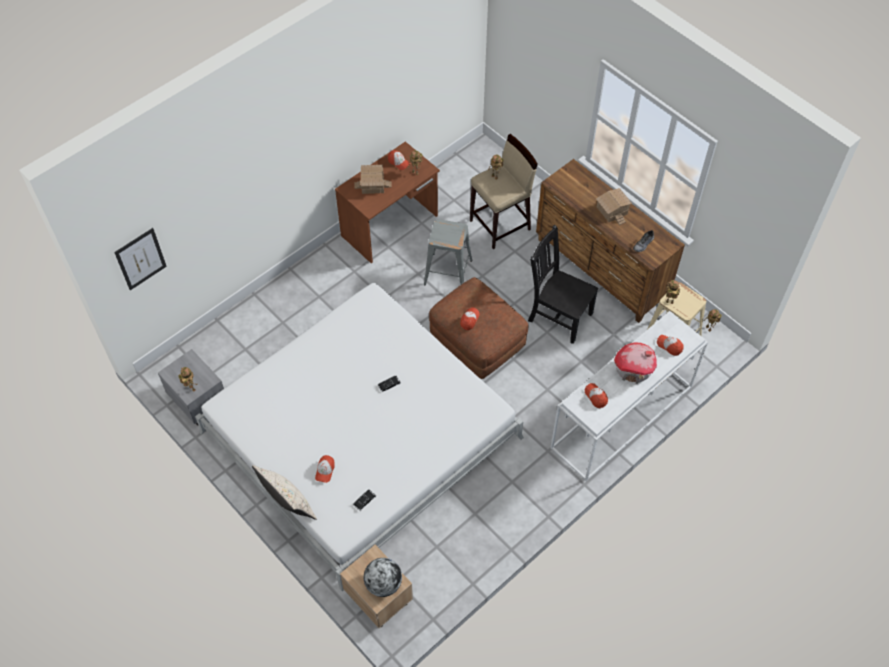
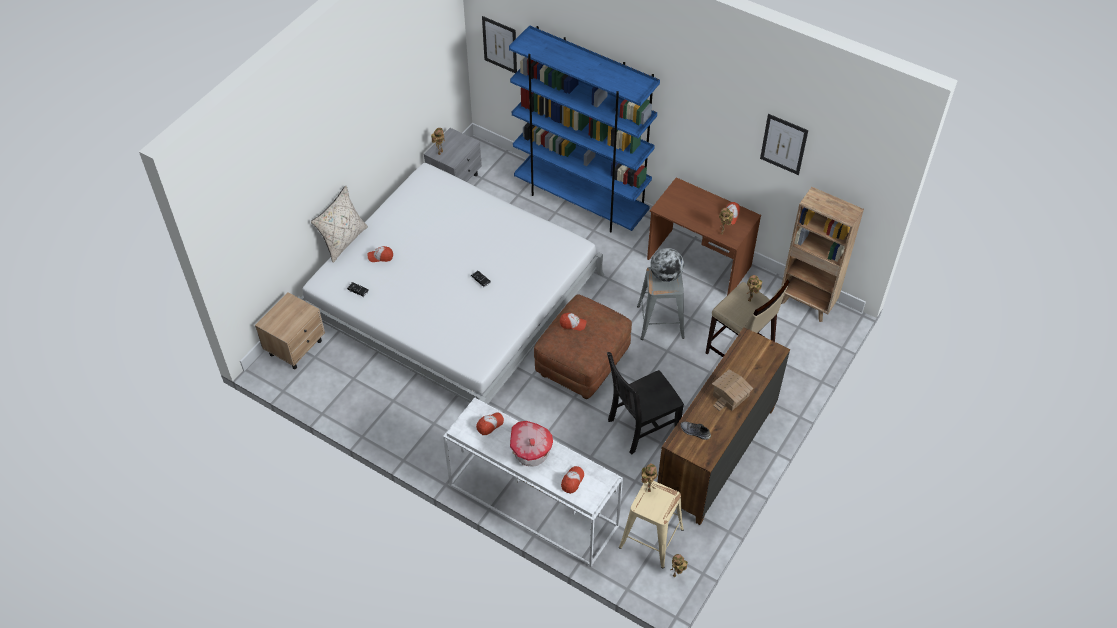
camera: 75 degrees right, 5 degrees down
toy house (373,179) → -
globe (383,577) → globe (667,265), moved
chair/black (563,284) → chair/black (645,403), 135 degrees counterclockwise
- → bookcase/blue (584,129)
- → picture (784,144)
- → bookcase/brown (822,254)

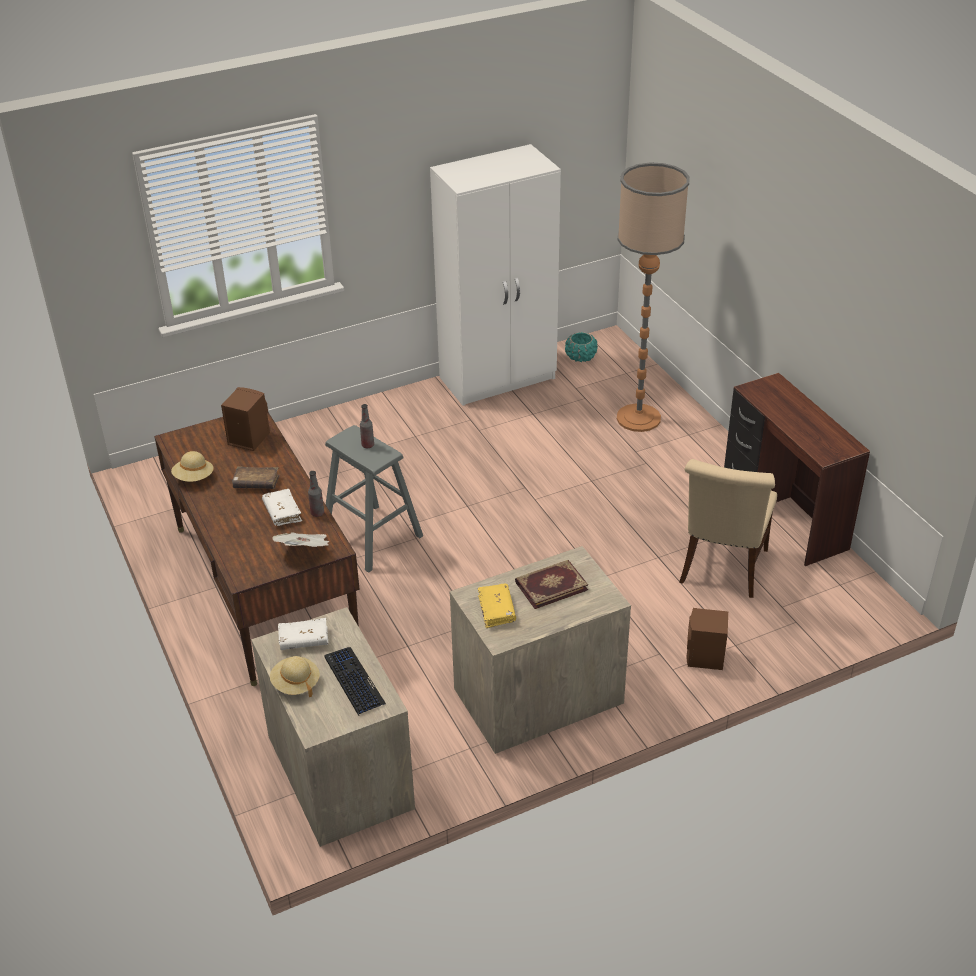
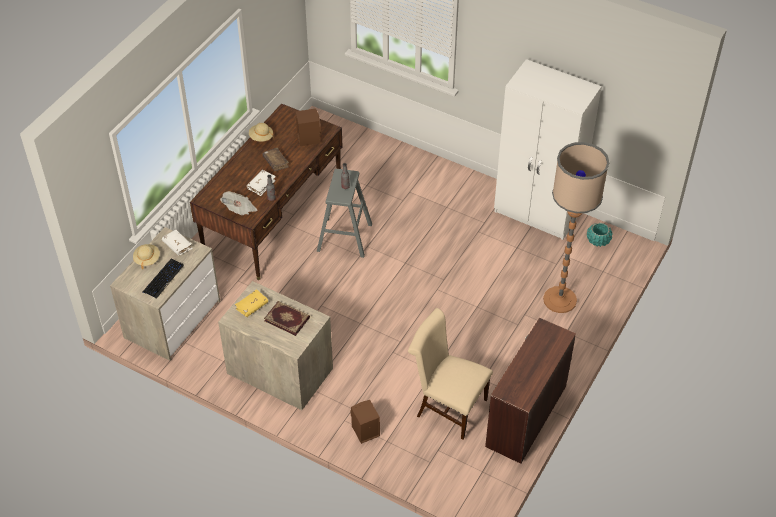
camera: 55 degrees right, 10 degrees up
chair/beige (728,528) → chair/beige (450,374), 45 degrees clockwise

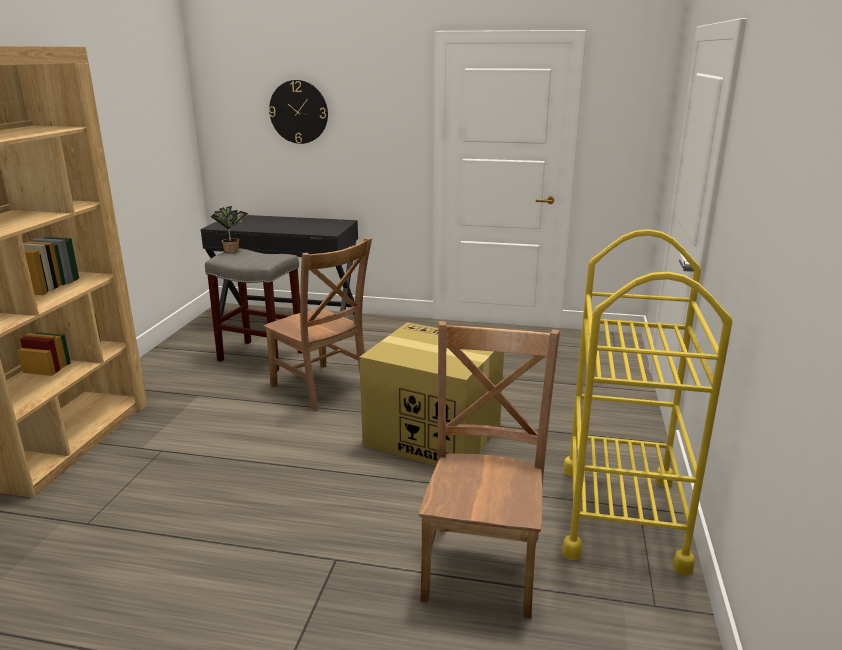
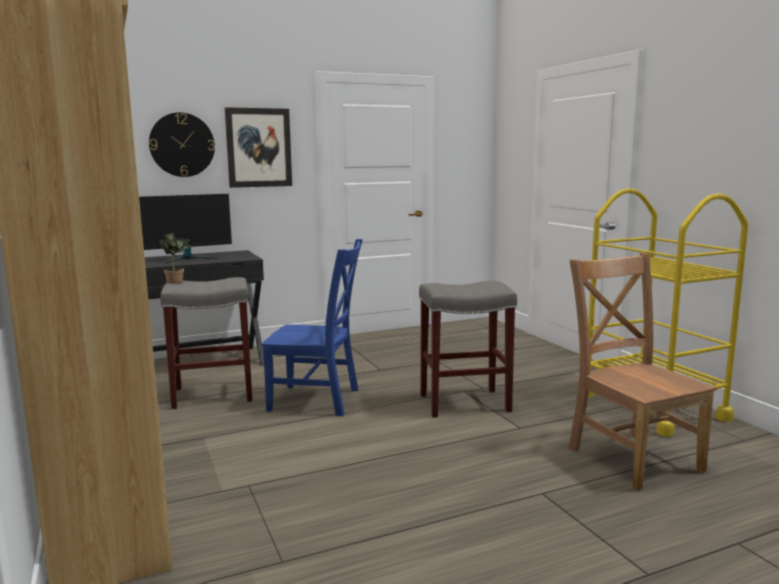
camera: 35 degrees left, 10 degrees down
chair/brown (318,324) → chair/blue (312,327)
cardboard box (431,394) → stool/grey (468,349)
- → monitor (185,228)
- → picture (258,147)

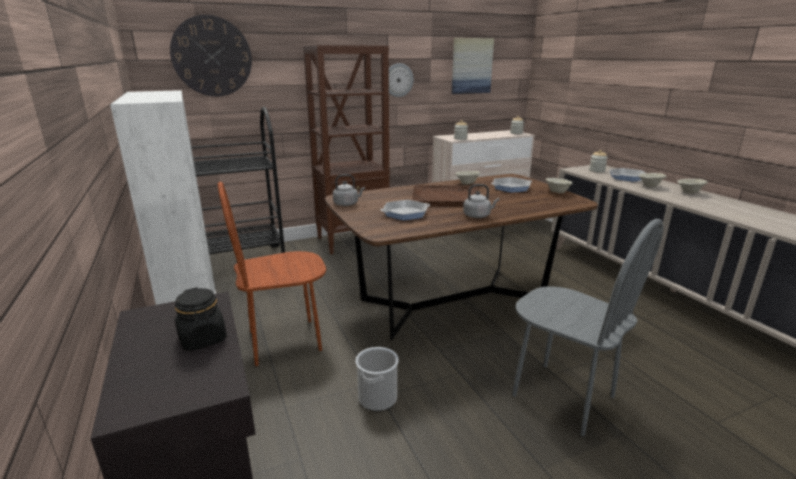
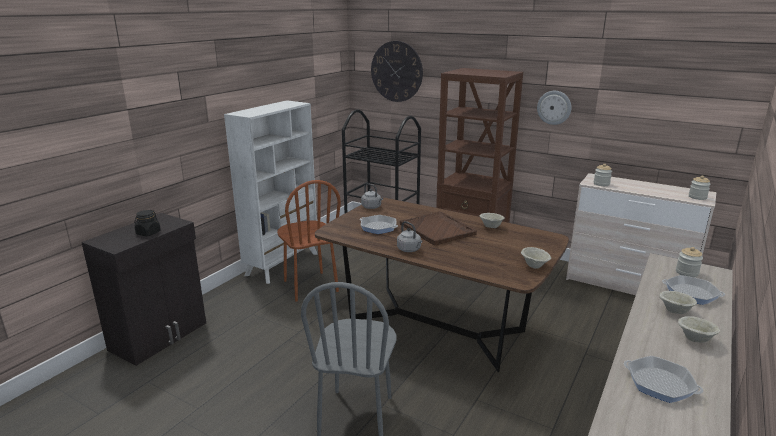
camera: 55 degrees right, 0 degrees up
chair/brown (272,274) → chair/brown (309,241), 150 degrees counterclockwise
bucket (377,379) → -
picture (473,66) → -
frying pan (511,185) → frying pan (663,379), moved

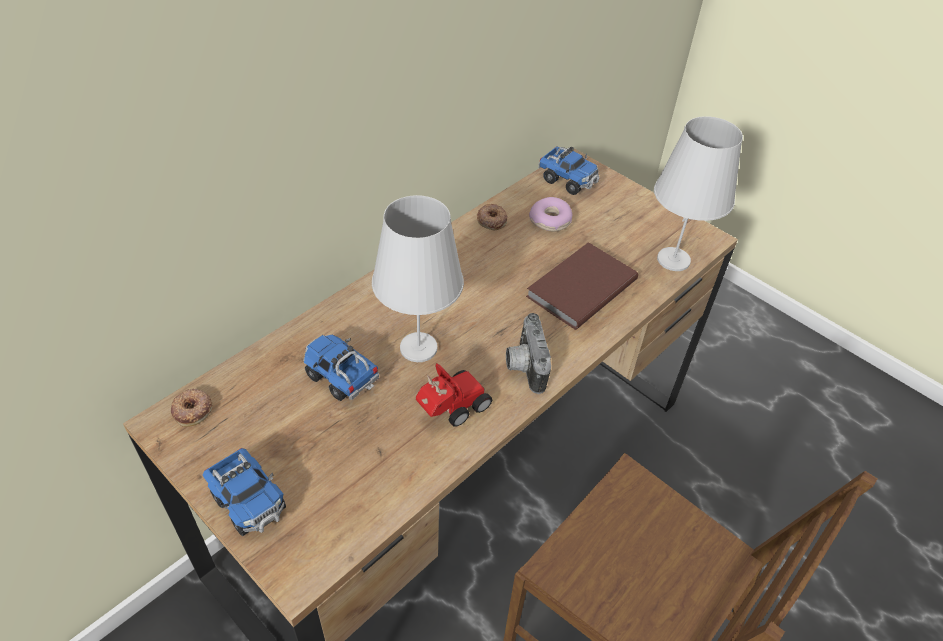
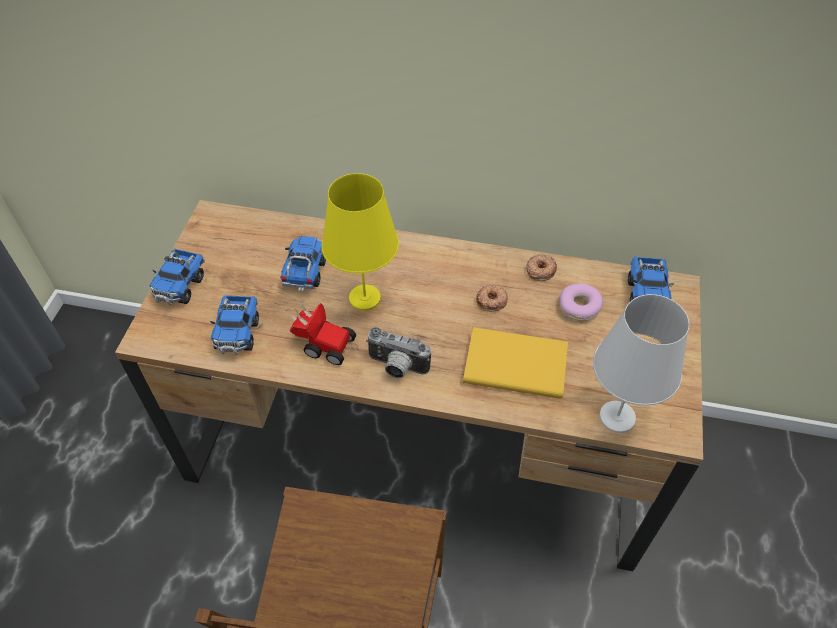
camera: 60 degrees right, 5 degrees up
donut (191,408) → donut (492,298), moved
table lamp/white (418,278) → table lamp/yellow (360,242)
photo camera (528,353) → photo camera (398,353), 120 degrees counterclockwise
book/brown (582,286) → book/yellow (515,363)
- → toy truck (234,325)

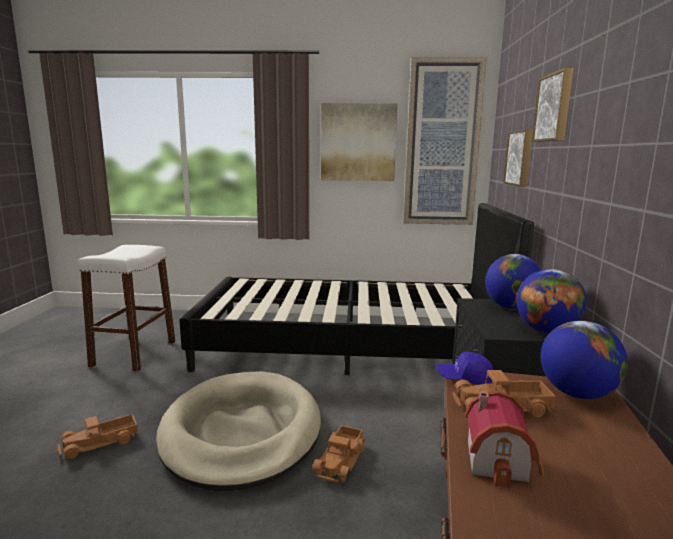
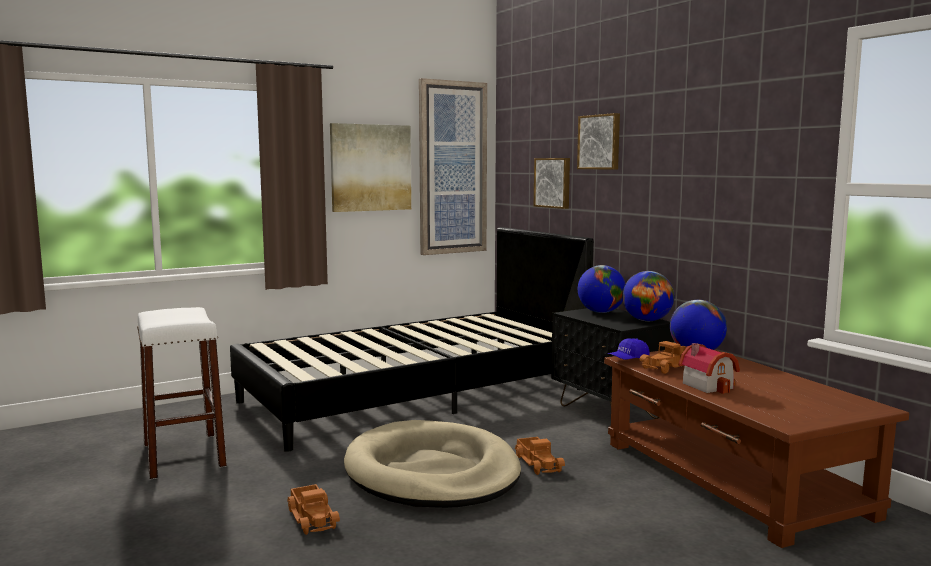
camera: 35 degrees left, 5 degrees down
toy truck (97,436) → toy truck (313,509), 45 degrees counterclockwise

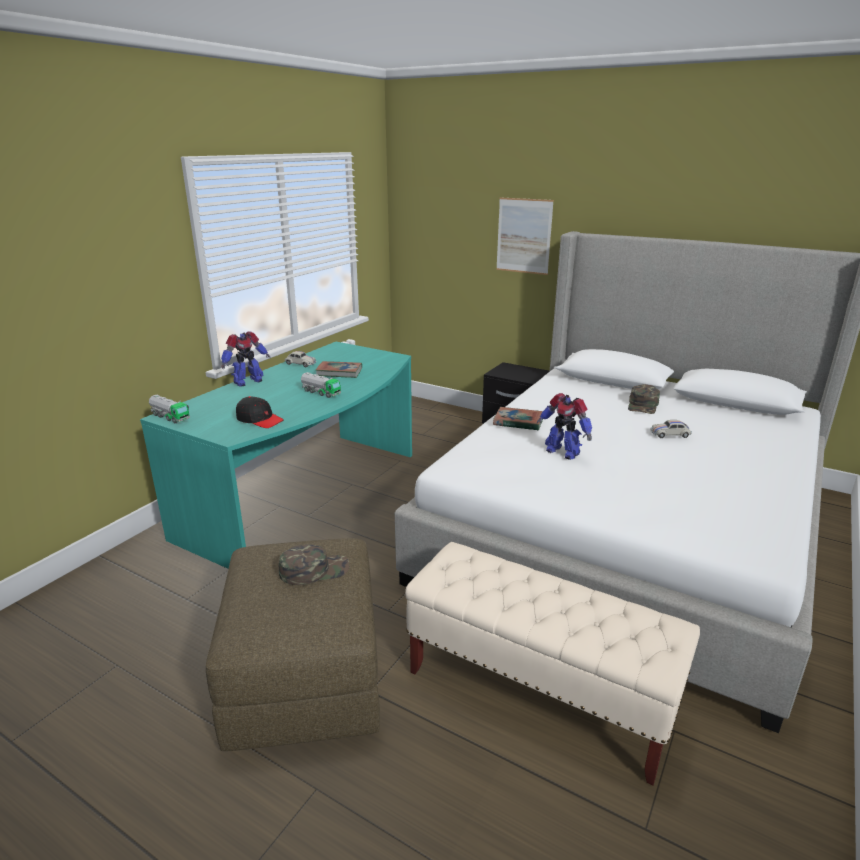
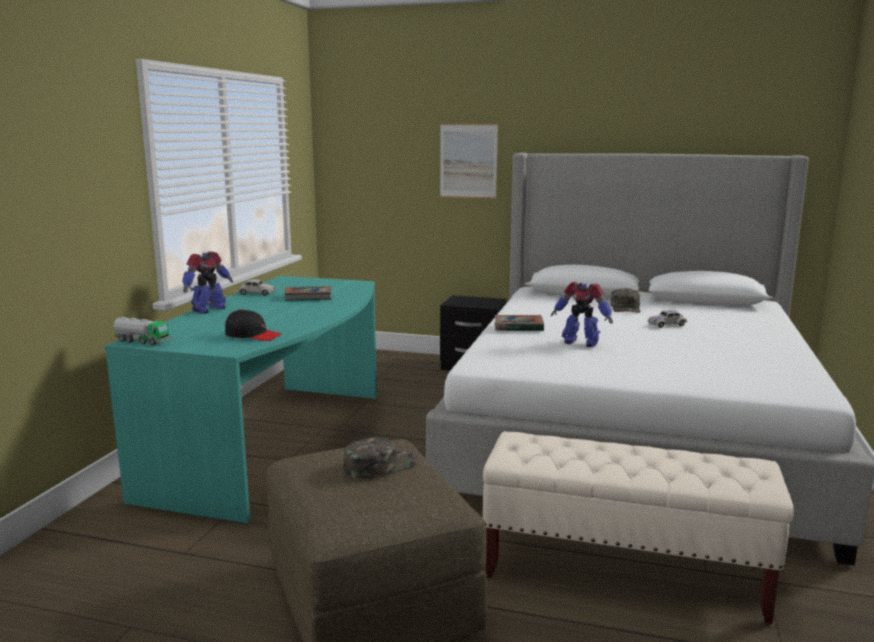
camera: 15 degrees left, 10 degrees down
toy truck (321,385) → -

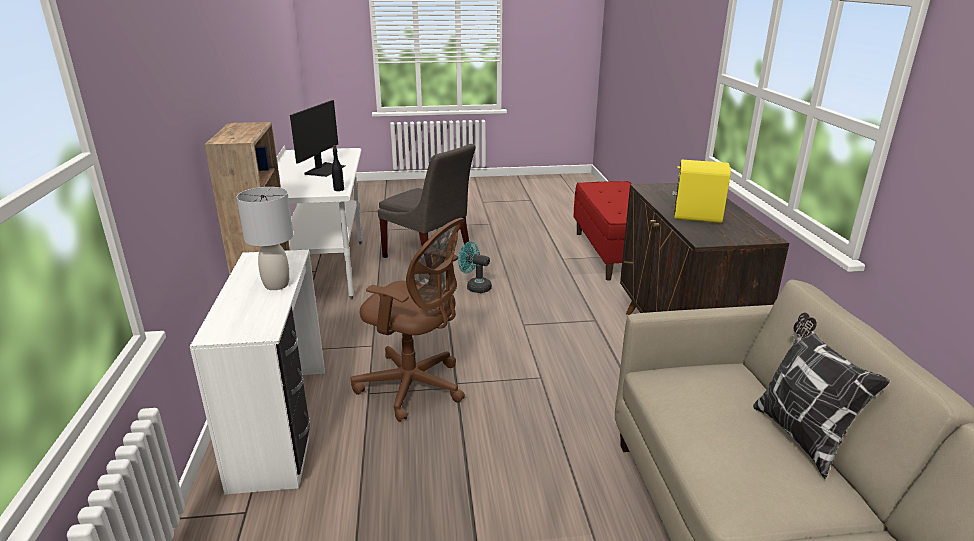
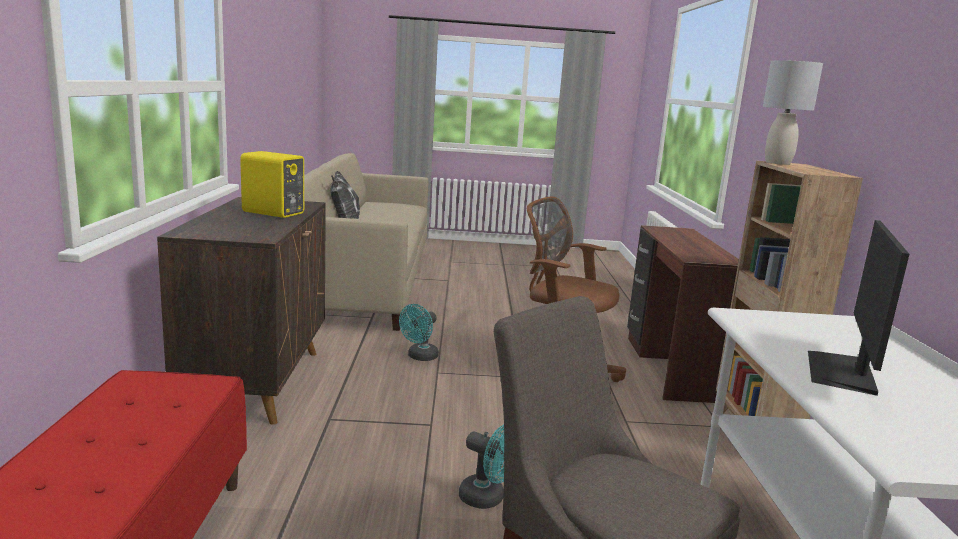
camera: 175 degrees left, 10 degrees down
desk/white (257,372) → desk/brown (683,314)
table lamp/grey (265,238) → table lamp/grey (793,112), moved
bottle/black (338,168) → -
- → fan/turquoise (419,332)

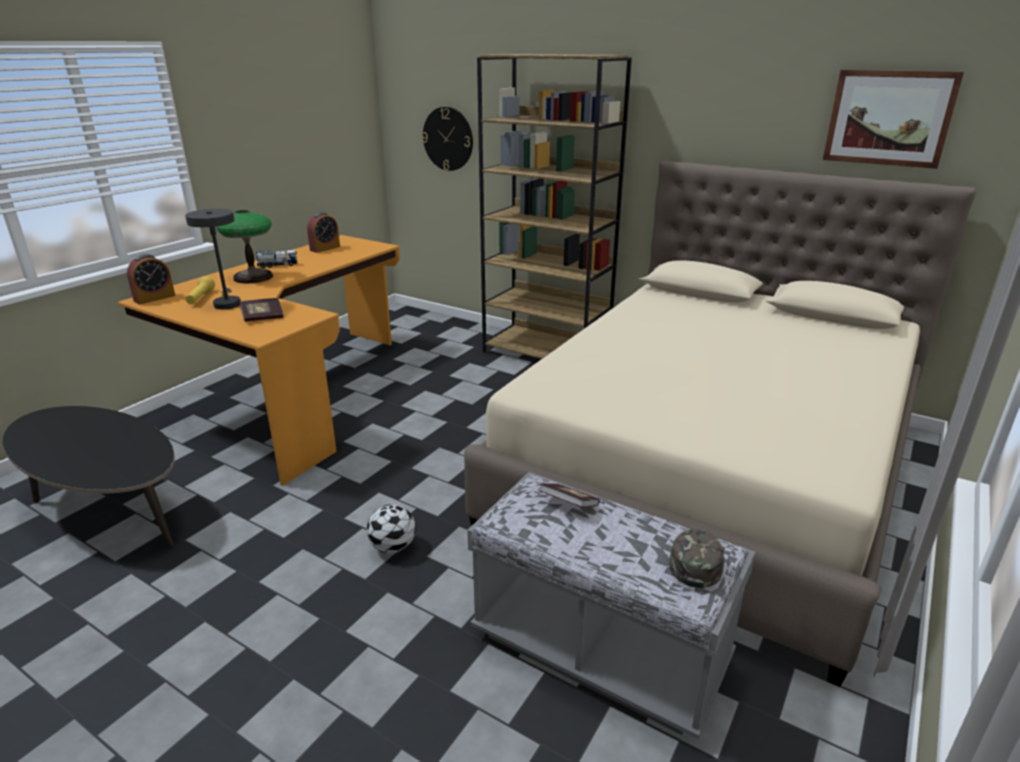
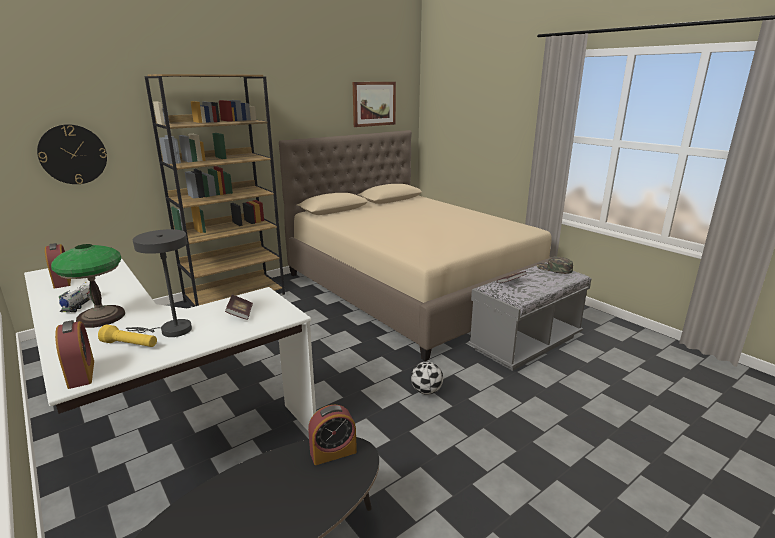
camera: 70 degrees left, 5 degrees down
desk/orange (259,360) → desk/white (170,345)
- → alarm clock (332,434)

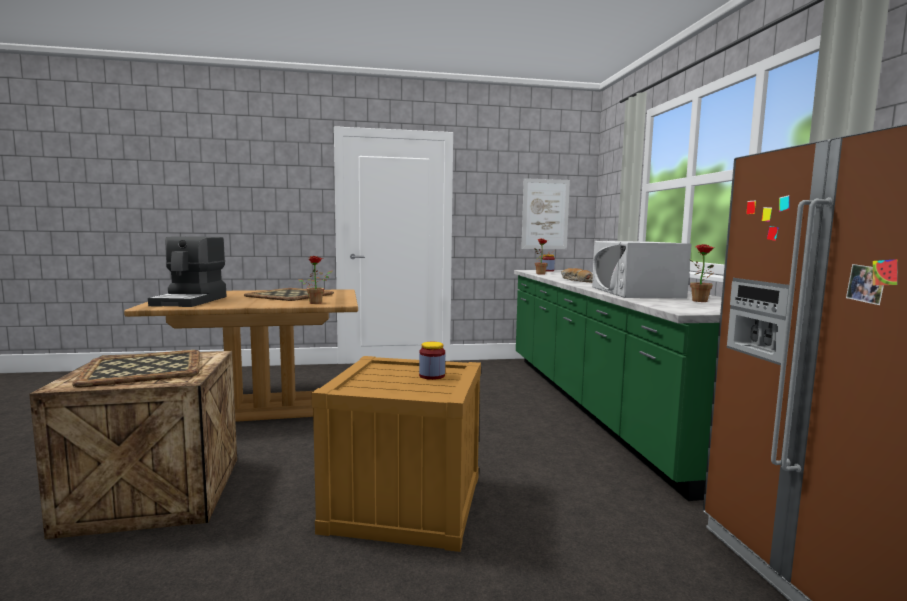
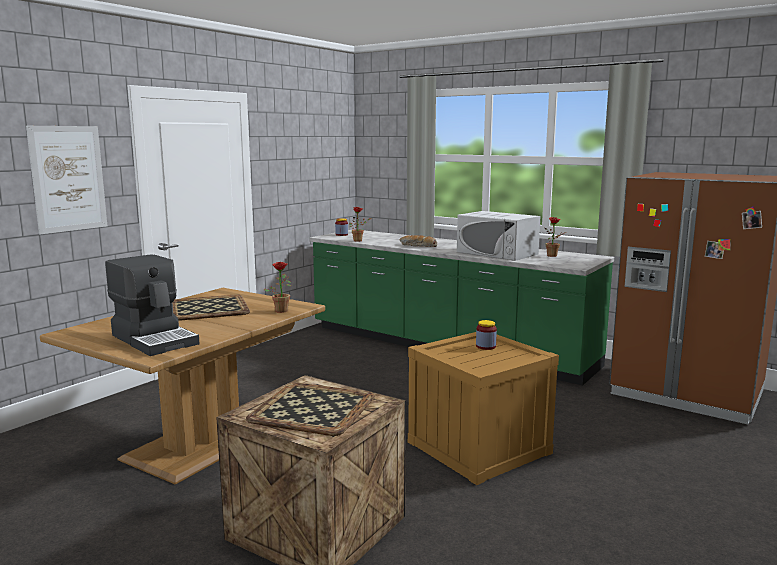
camera: 45 degrees left, 5 degrees up
picture (545,213) → picture (66,180), moved

